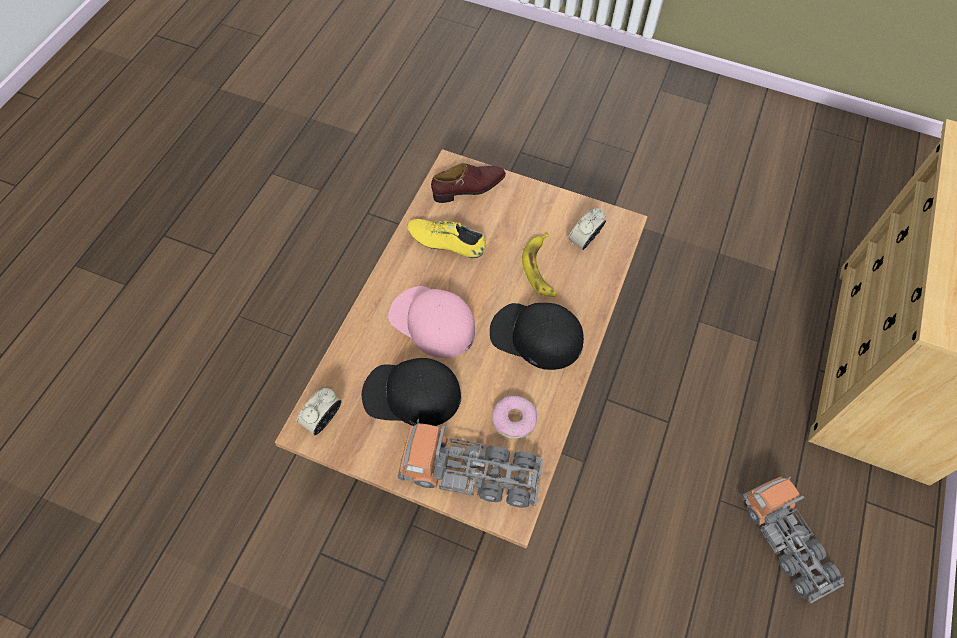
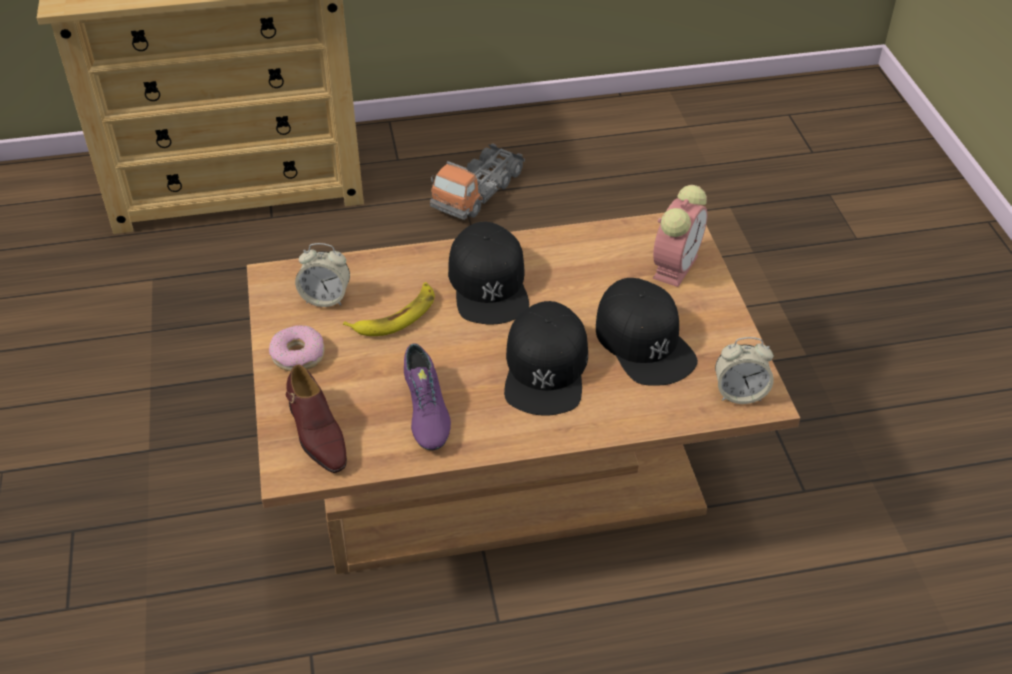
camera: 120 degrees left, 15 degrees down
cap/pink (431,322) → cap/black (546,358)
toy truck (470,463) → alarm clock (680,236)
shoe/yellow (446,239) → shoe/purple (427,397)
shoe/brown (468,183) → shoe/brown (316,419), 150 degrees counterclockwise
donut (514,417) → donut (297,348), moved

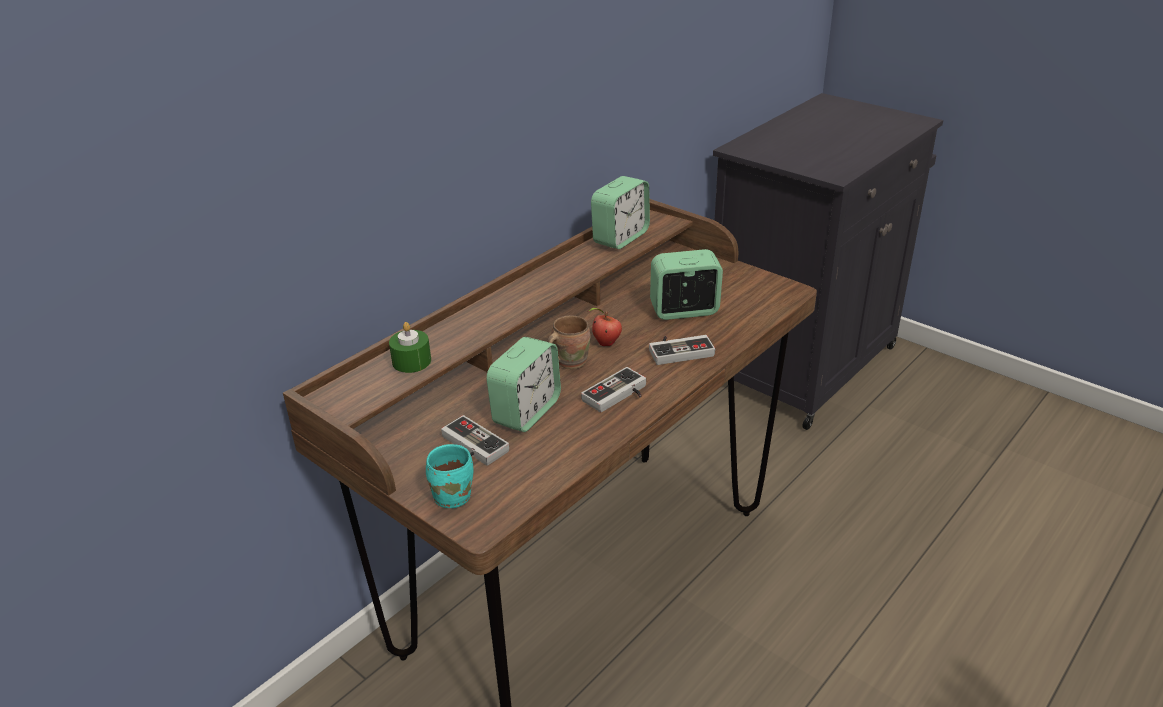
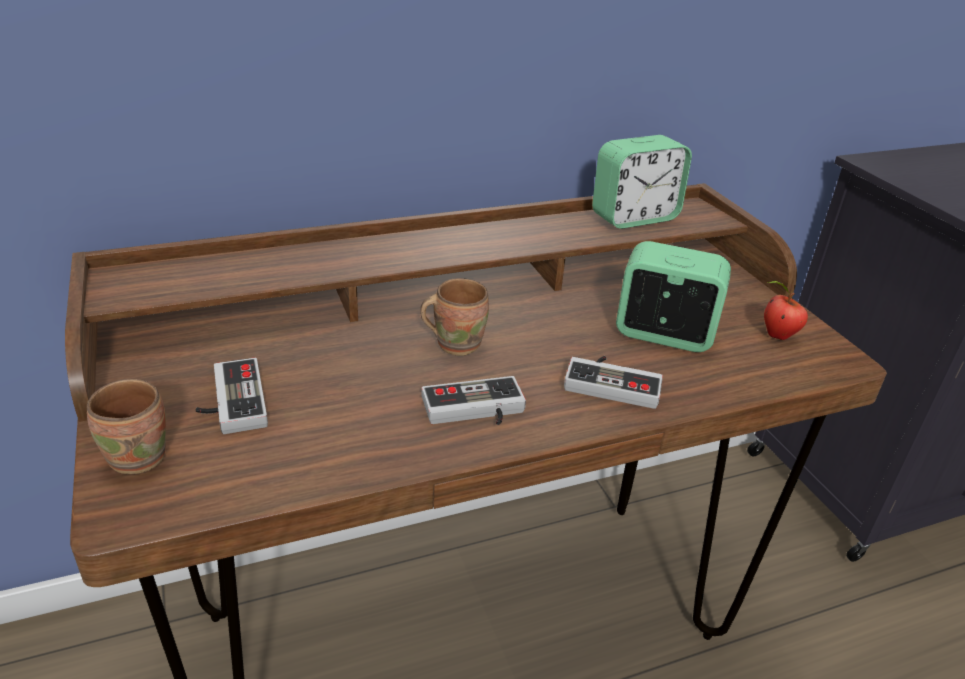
camera: 25 degrees right, 0 degrees up
candle/green (410,347) → -
mug/turquoise (449,476) → mug/brown (126,426)
alarm clock (523,384) → -
apple (605,327) → apple (786,310), moved

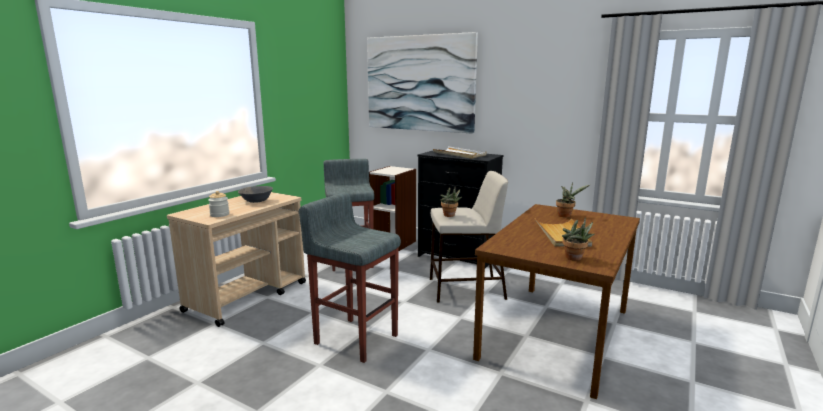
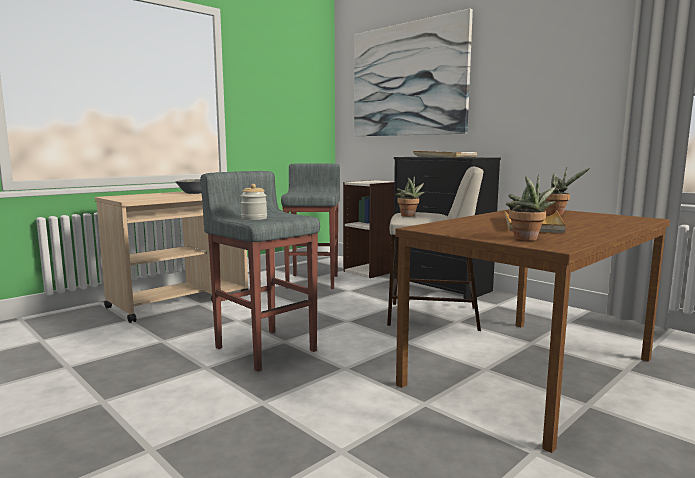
camera: 15 degrees right, 5 degrees down
jar (218,204) → jar (253,202), moved

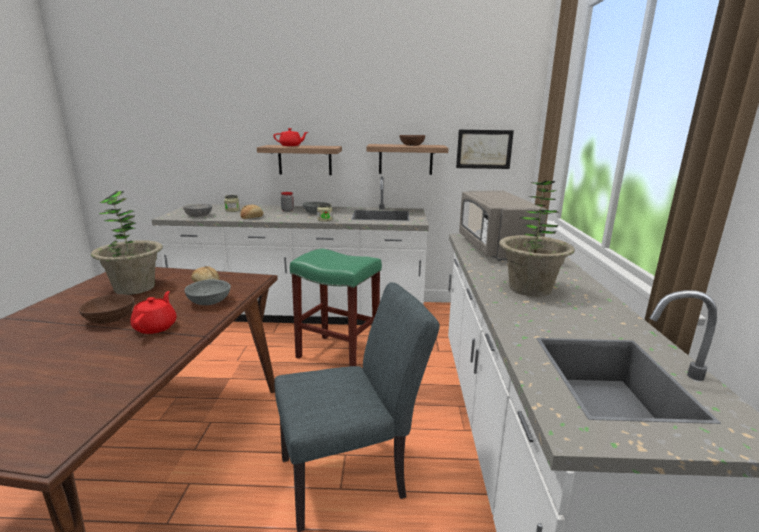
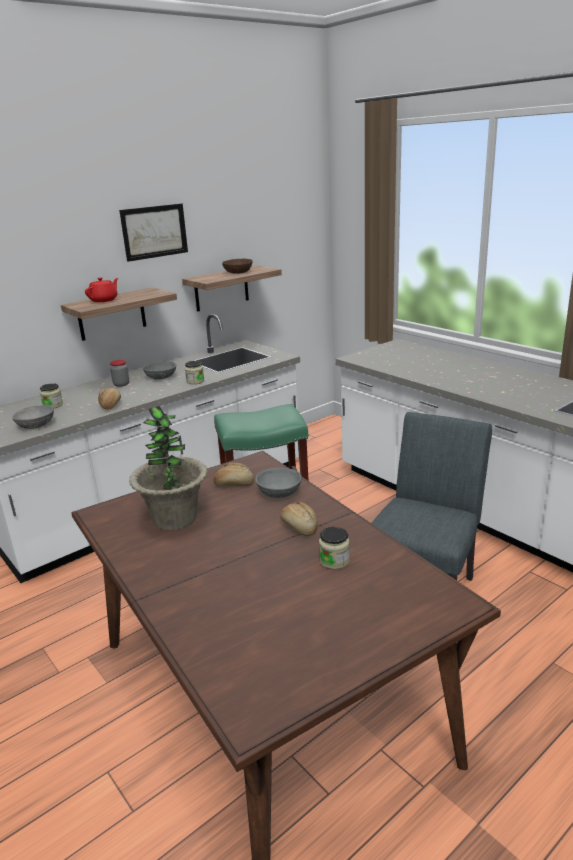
camera: 40 degrees left, 5 degrees up
bowl/brown (107,309) → -
teapot/red (153,312) → bread (299,519)
picture (485,149) → picture (153,232), moved
microwave/grey (503,226) → -
potted plant (537,239) → -
- → jar (334,548)

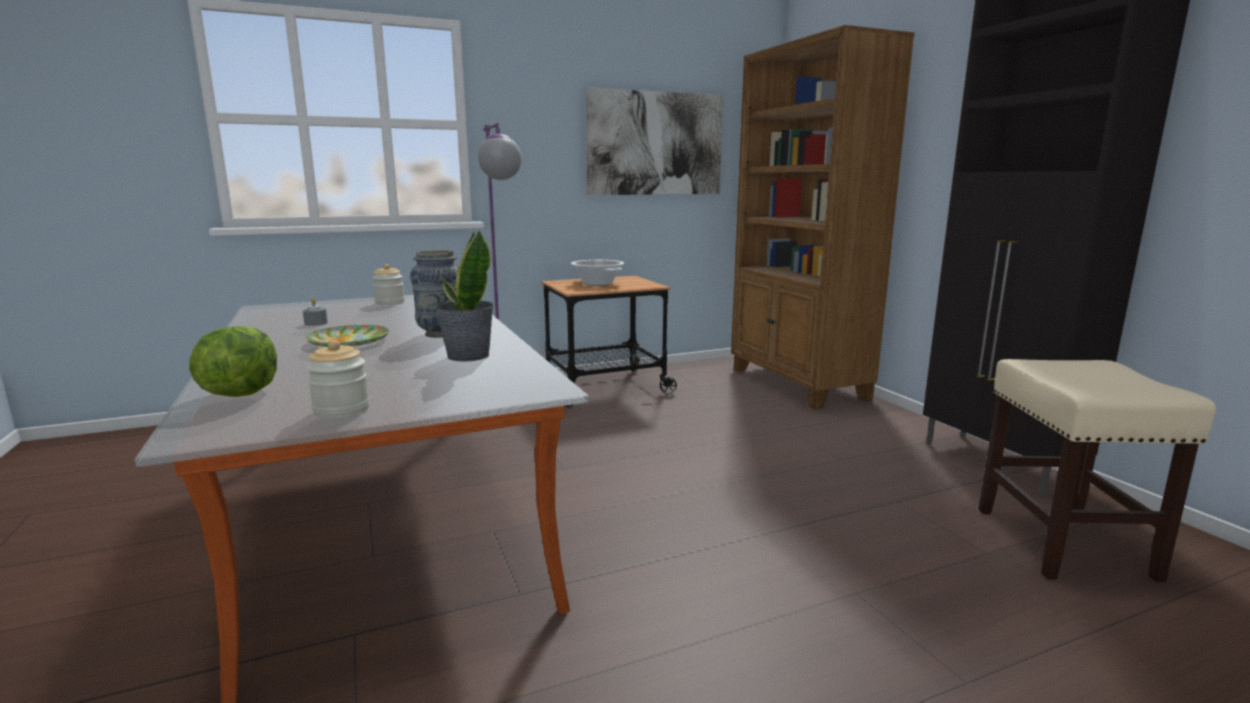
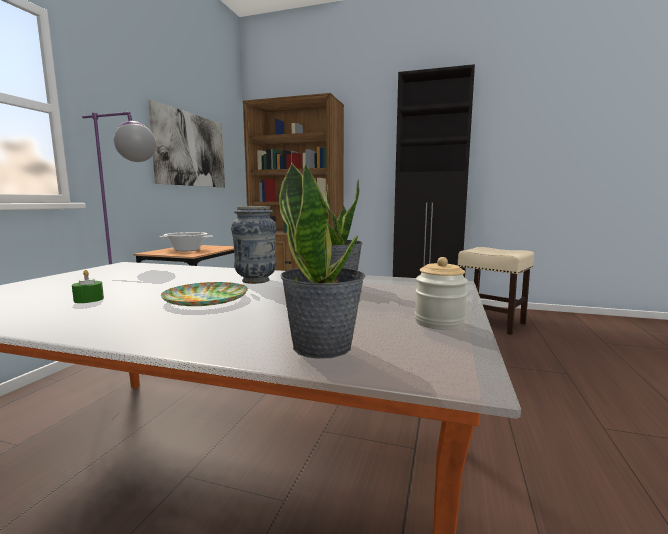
camera: 50 degrees left, 5 degrees down
lettuce (233,361) → potted plant (322,260)
candle/grey (315,312) → candle/green (88,286)
jar (388,284) → -

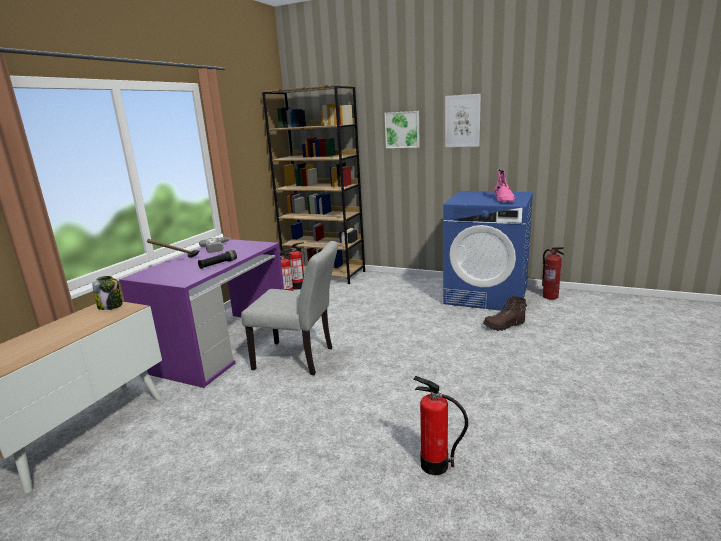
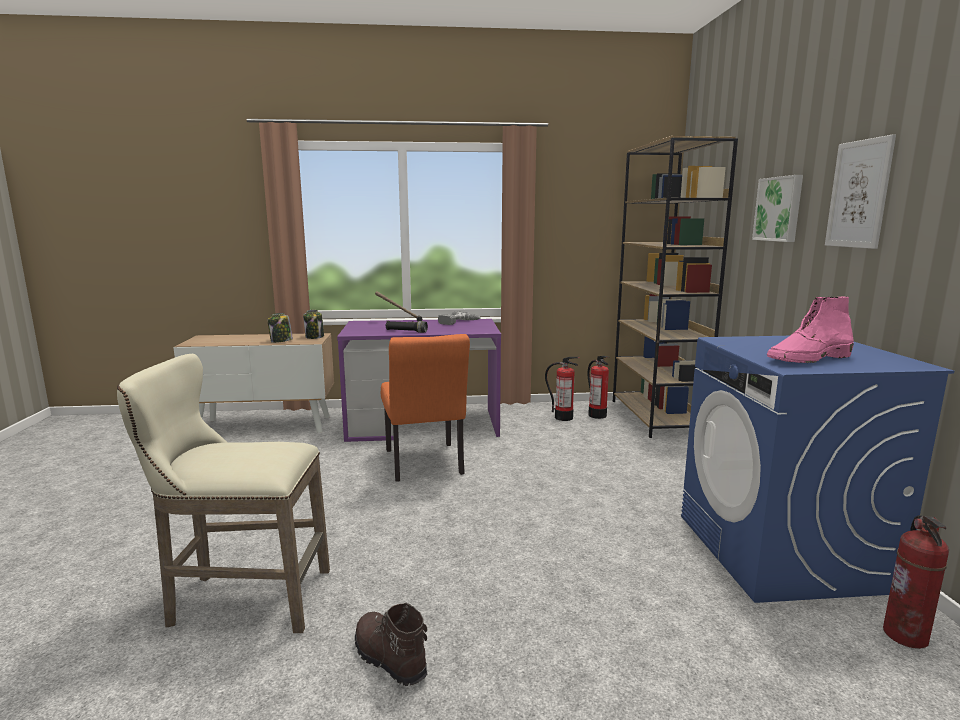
camera: 60 degrees right, 5 degrees down
chair/grey (289,308) → chair/orange (425,408)
fire extinguisher (440,425) → stool/beige (223,493)
boot/brown (505,313) → boot/brown (391,644), moved
- → jar (280,328)

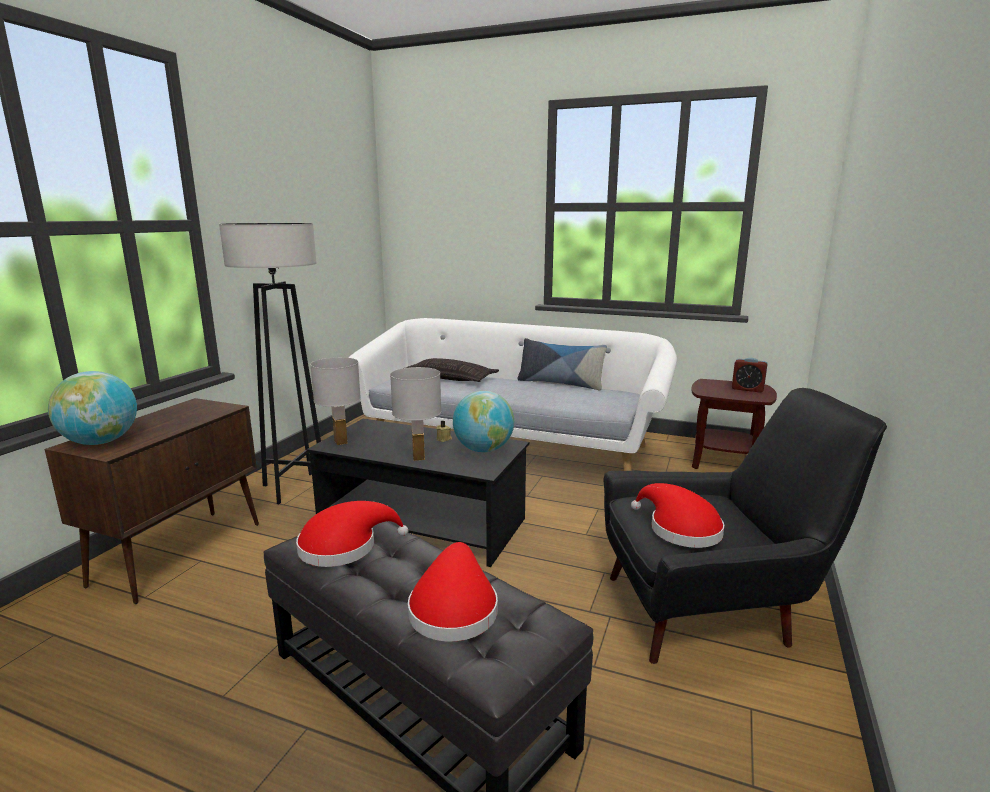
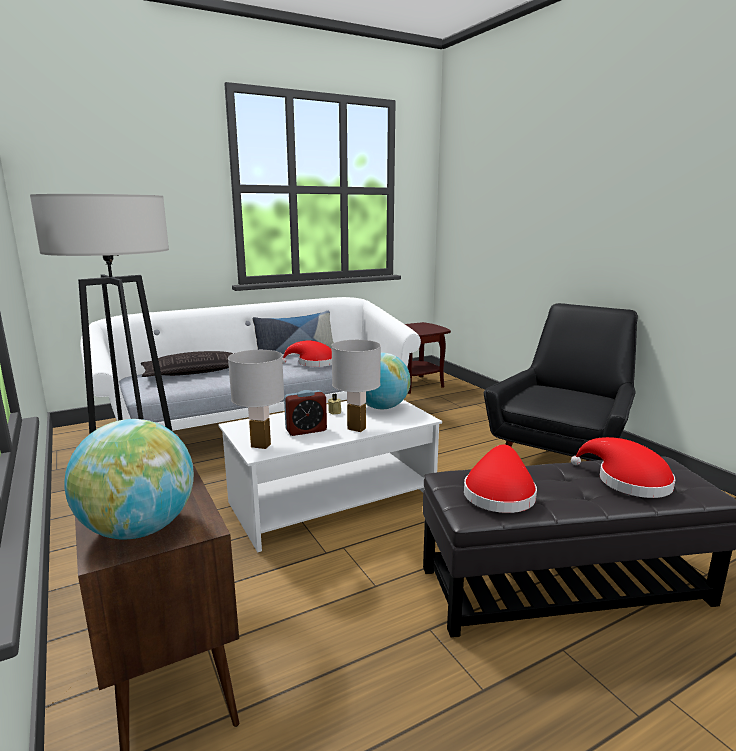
camera: 50 degrees left, 0 degrees up
coffee table/black (418,493) → coffee table/white (330,476)
hat/red (677,515) → hat/red (307,353), moved
alarm clock (750,375) → alarm clock (305,413), moved

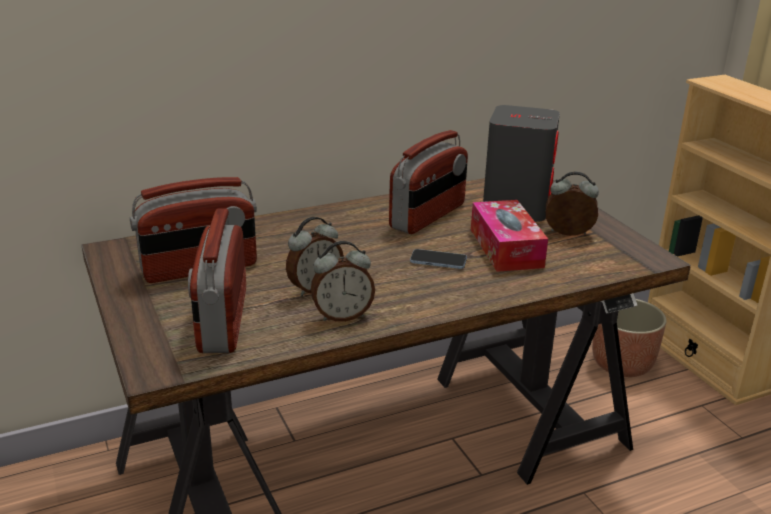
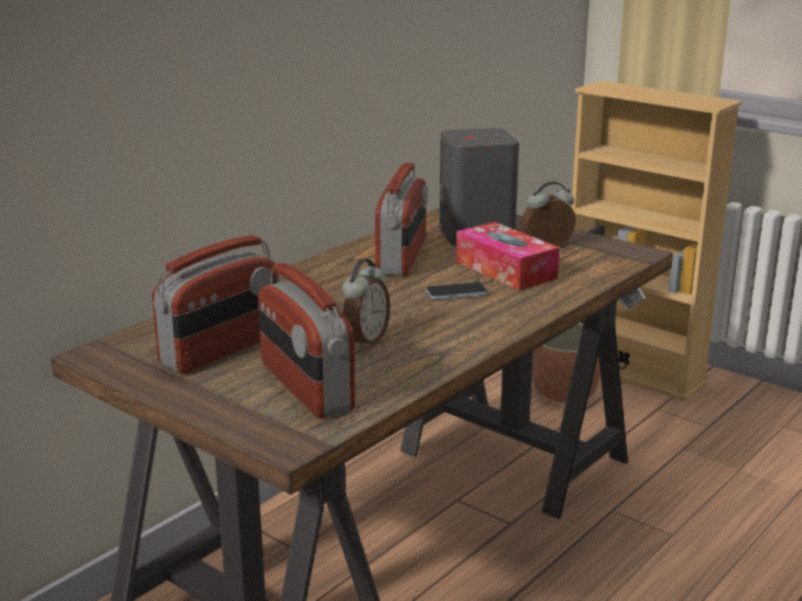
camera: 25 degrees left, 5 degrees down
alarm clock (343,281) → -

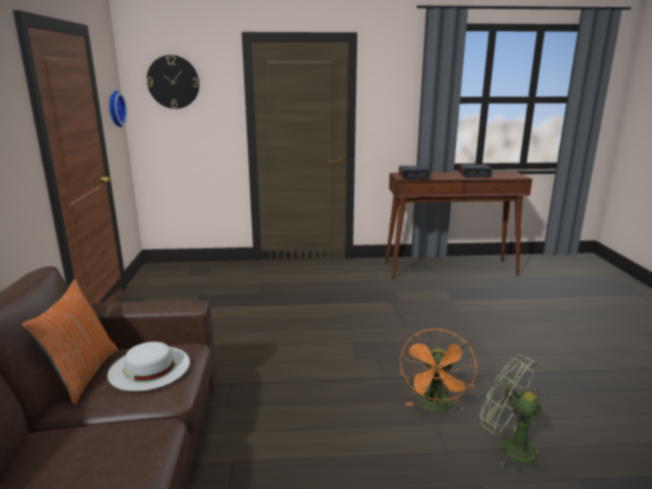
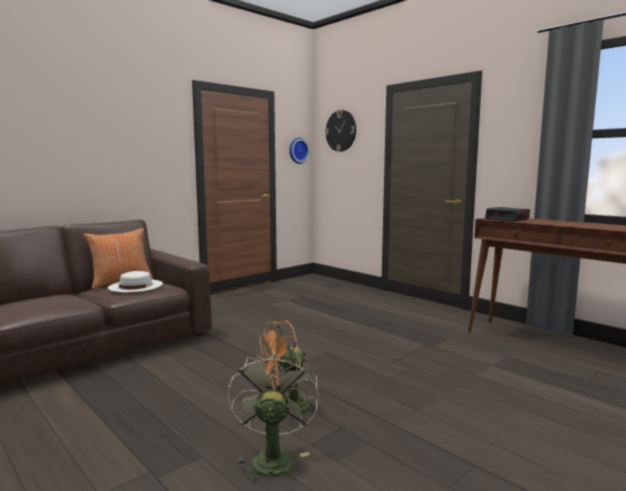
camera: 50 degrees right, 10 degrees down
alarm clock (475,171) → -

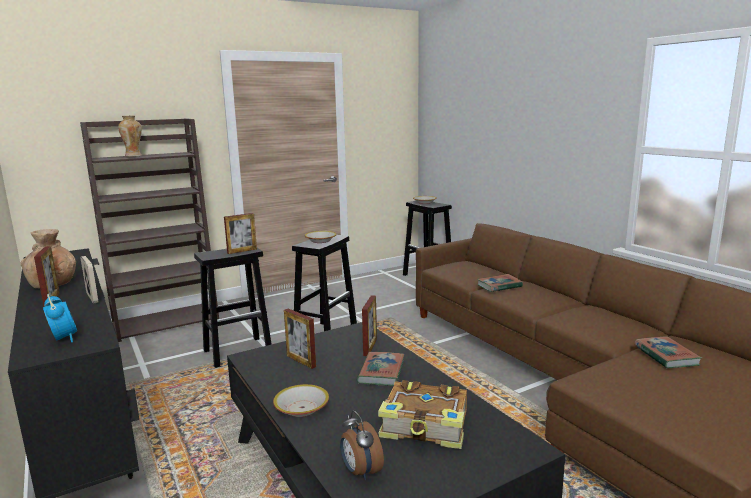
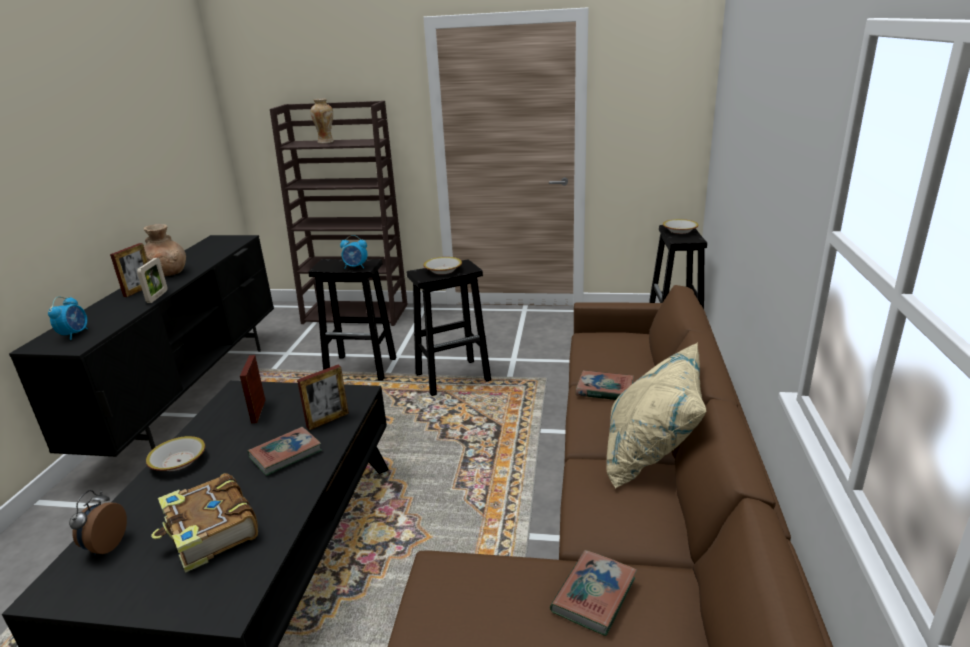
camera: 40 degrees right, 10 degrees up
picture frame (240,233) → alarm clock (353,252)
- → pillow/beige (656,415)

